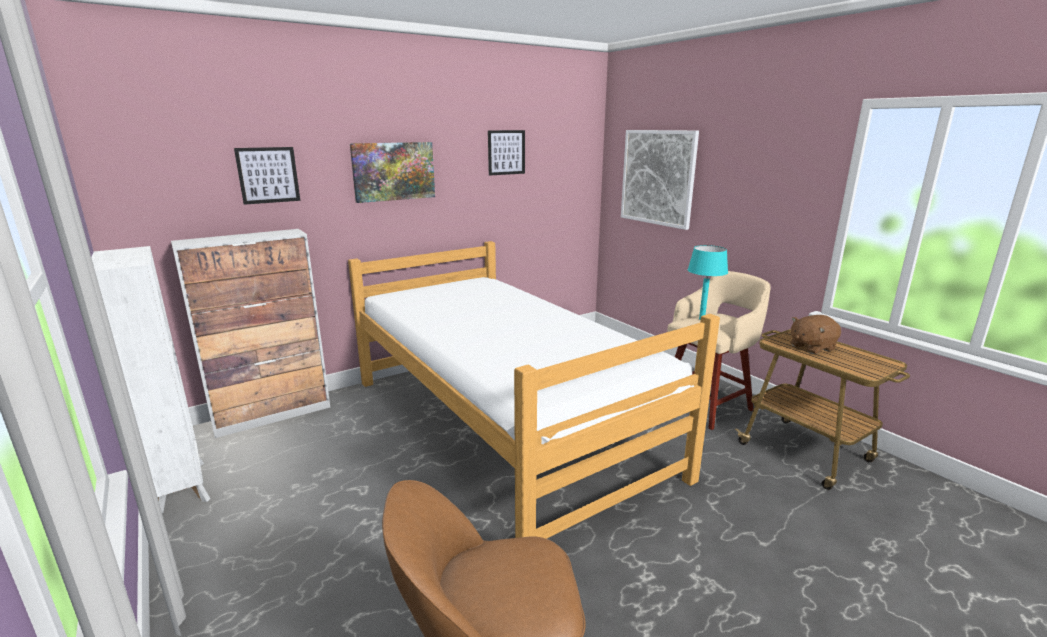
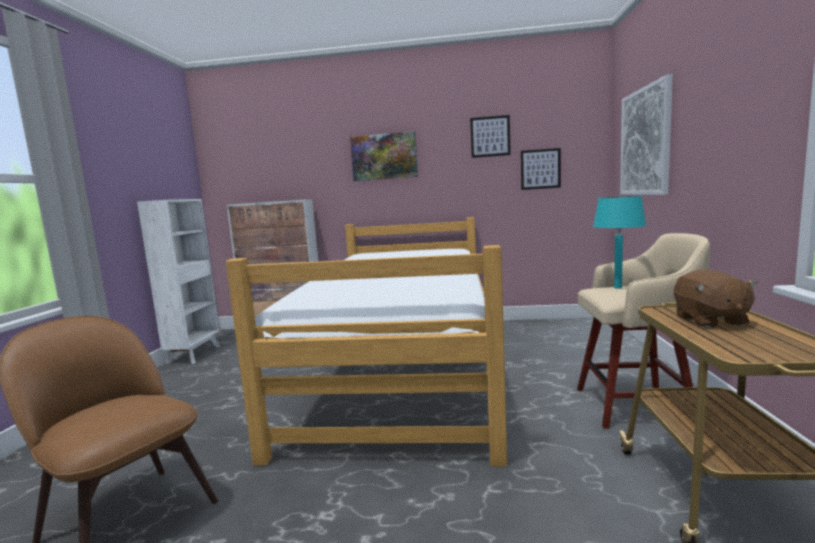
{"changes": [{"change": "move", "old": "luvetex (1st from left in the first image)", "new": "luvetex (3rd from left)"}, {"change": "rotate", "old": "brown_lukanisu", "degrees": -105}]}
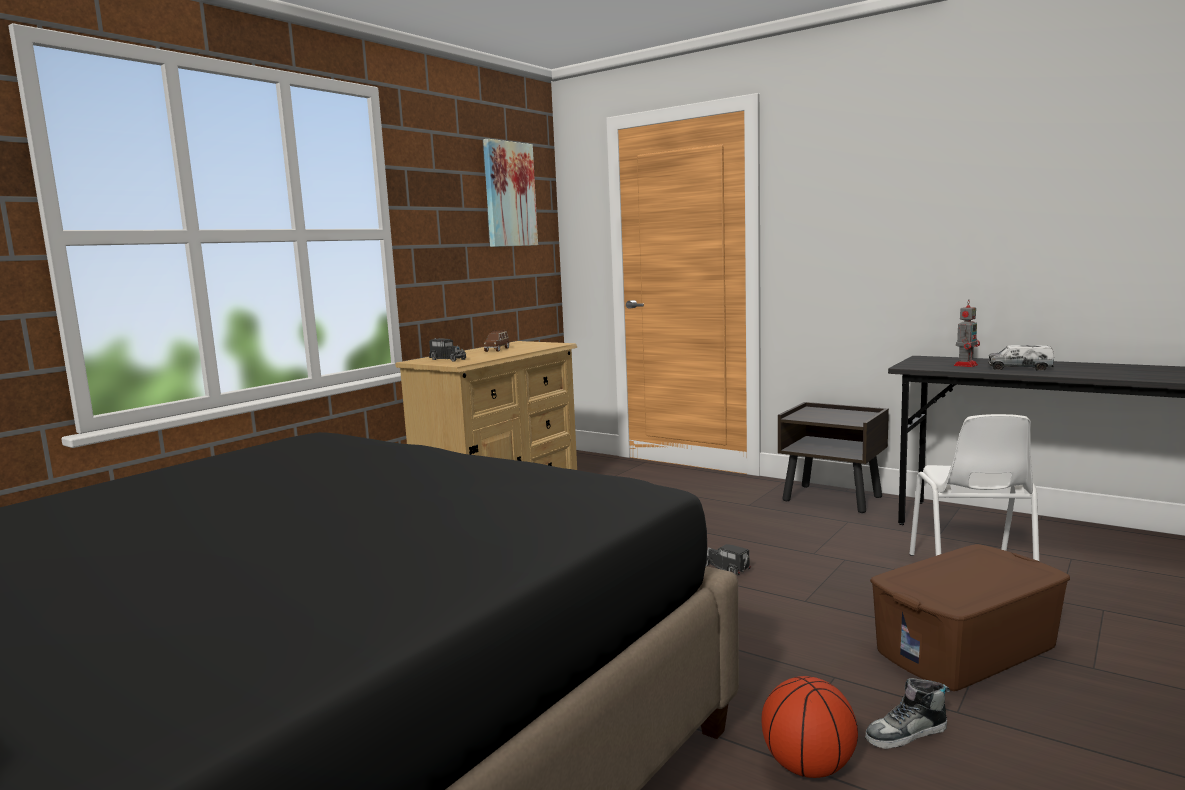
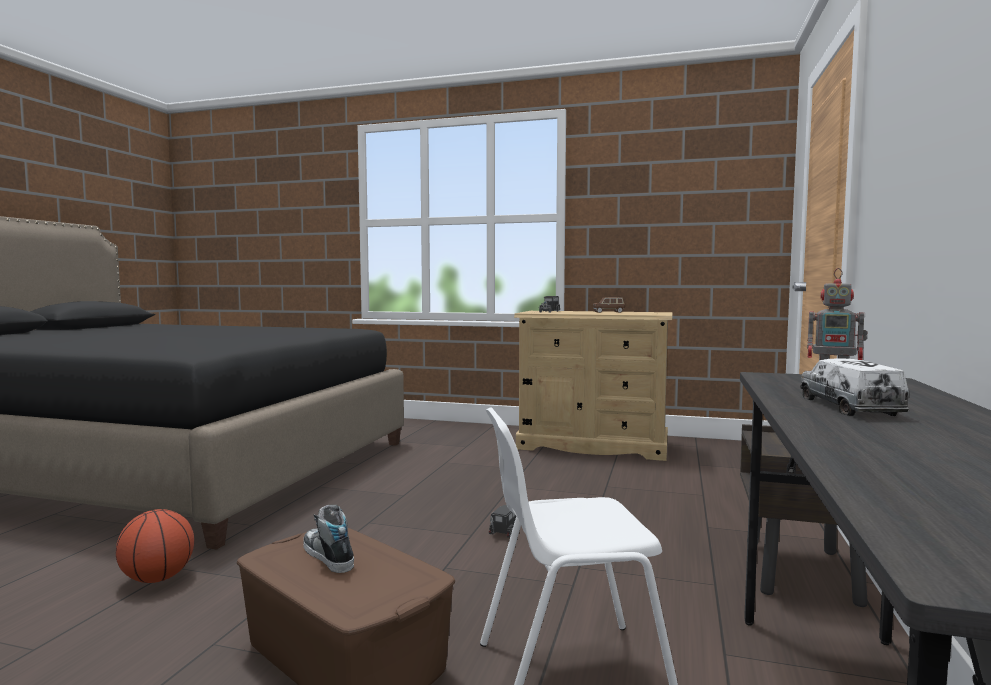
{"changes": [{"change": "delete", "old": "luvetex"}, {"change": "move", "old": "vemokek"}]}
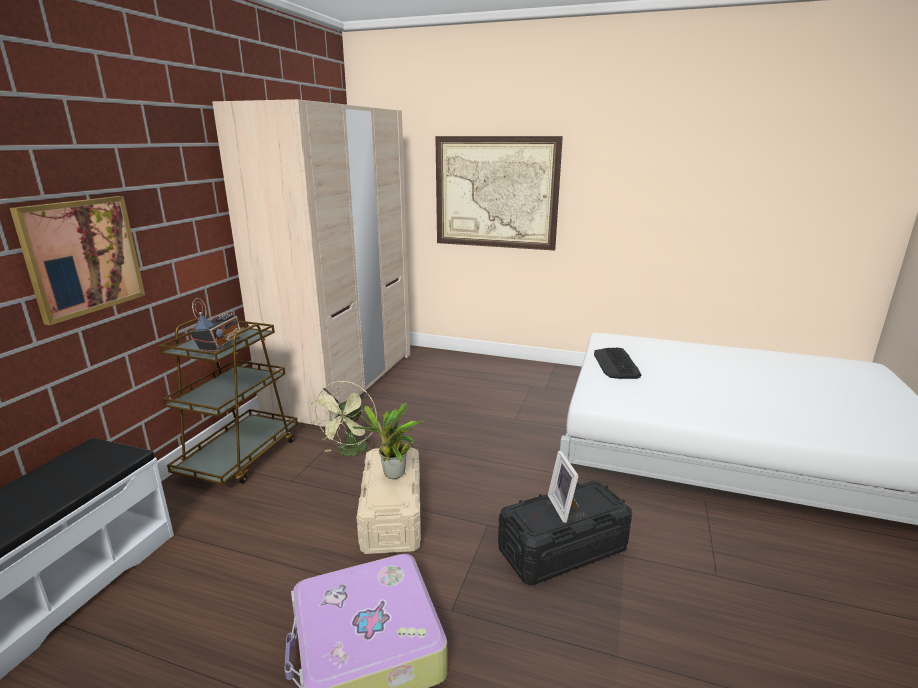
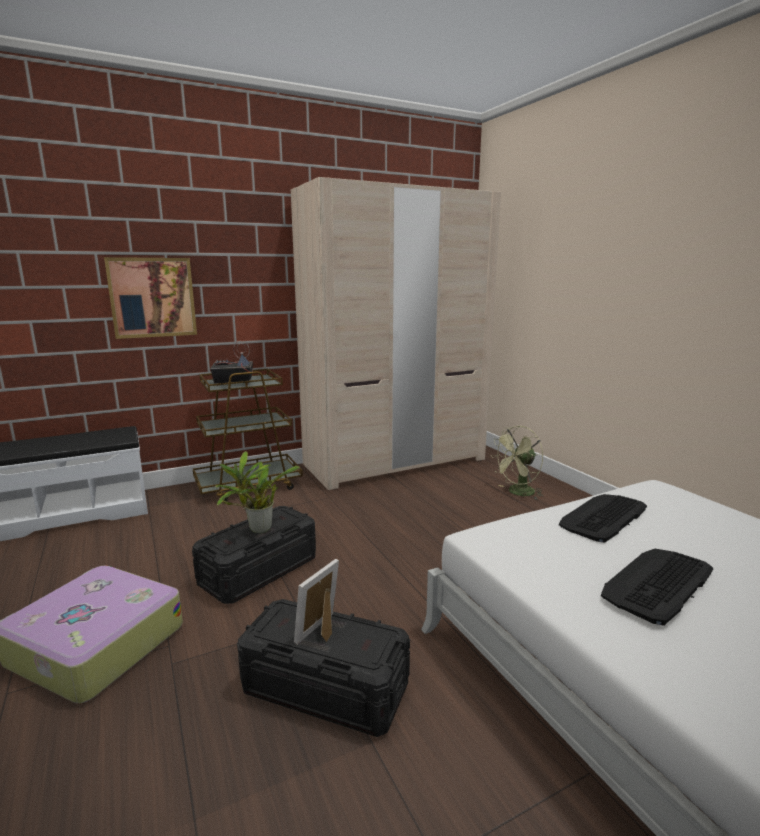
{"changes": [{"change": "rotate", "old": "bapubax", "degrees": -150}, {"change": "move", "old": "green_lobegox"}, {"change": "recolor", "old": "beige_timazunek", "new": "black_timazunek (1st from left)"}, {"change": "delete", "old": "luvetex (2nd from left)"}, {"change": "insert", "new": "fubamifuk (2nd from left)"}]}
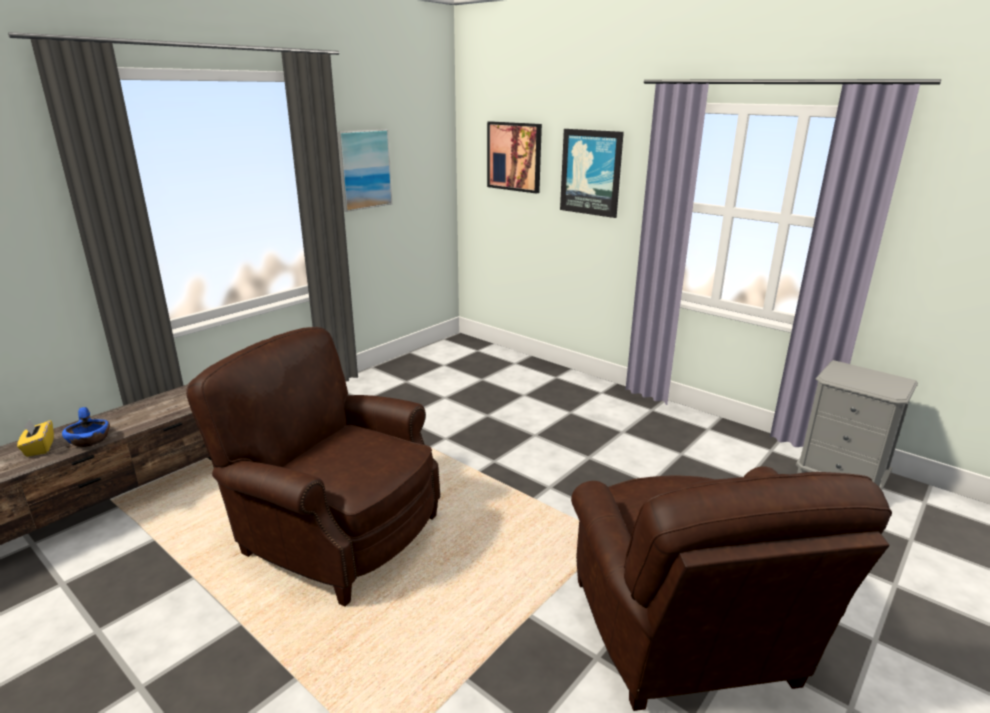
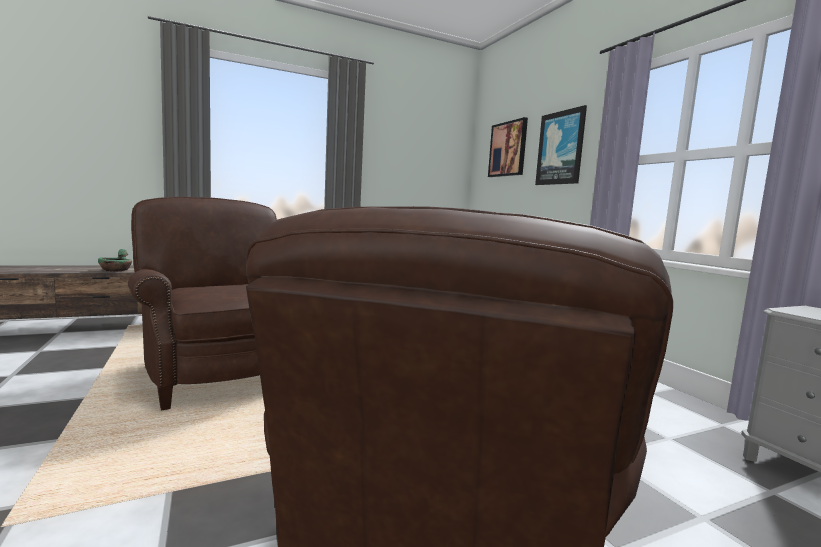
{"changes": [{"change": "delete", "old": "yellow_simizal"}, {"change": "recolor", "old": "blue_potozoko", "new": "green_potozoko"}, {"change": "delete", "old": "luvetex (1st from left)"}]}
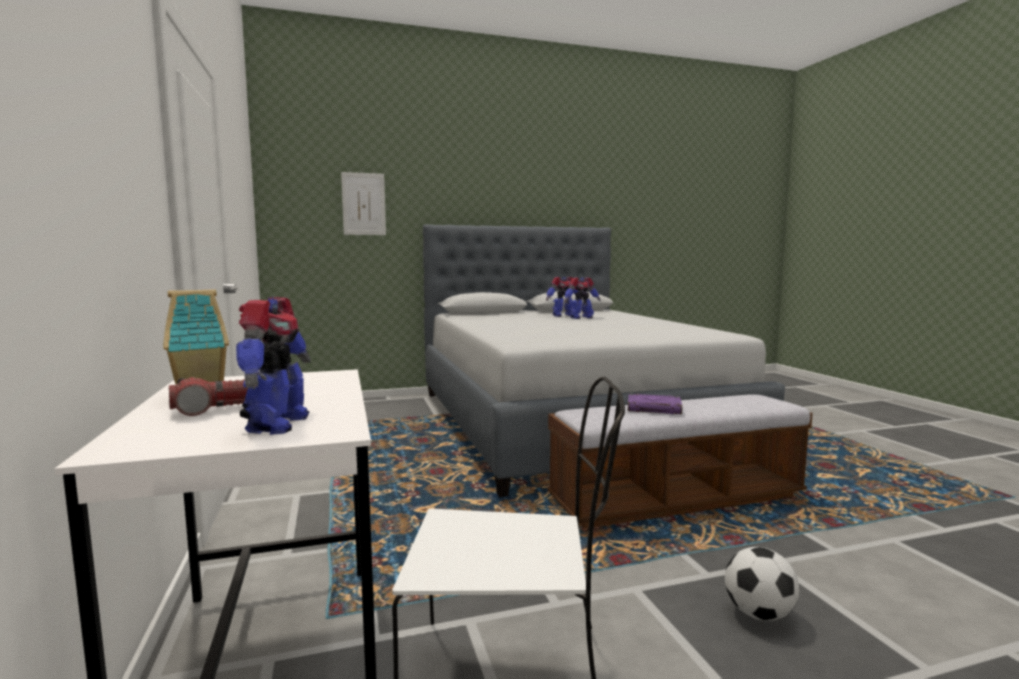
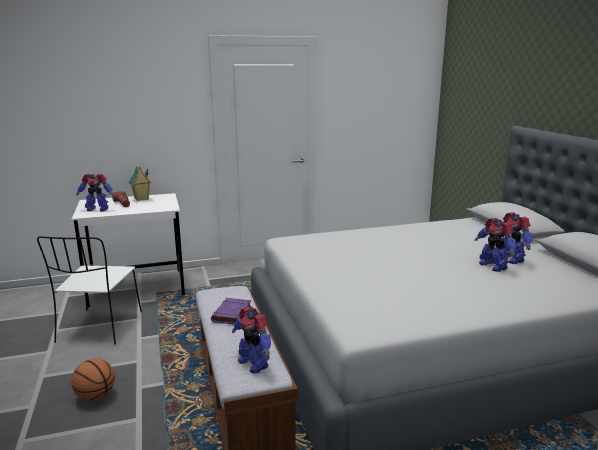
{"changes": [{"change": "delete", "old": "luvetex"}, {"change": "replace", "old": "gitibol", "new": "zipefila"}, {"change": "insert", "new": "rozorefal (2nd from left)"}]}
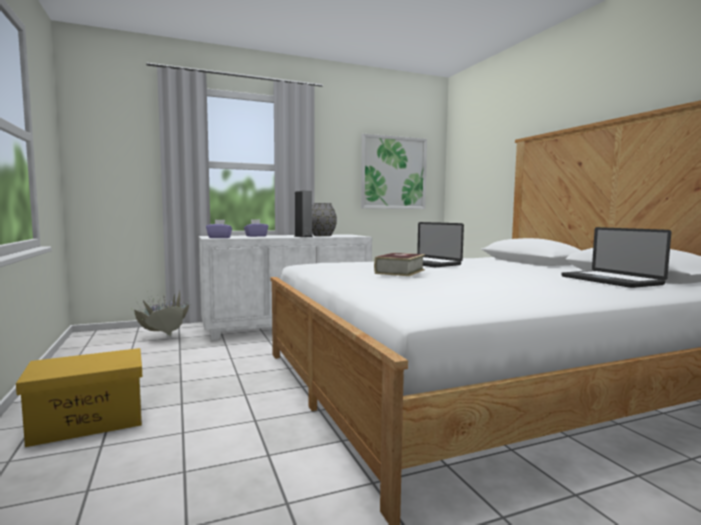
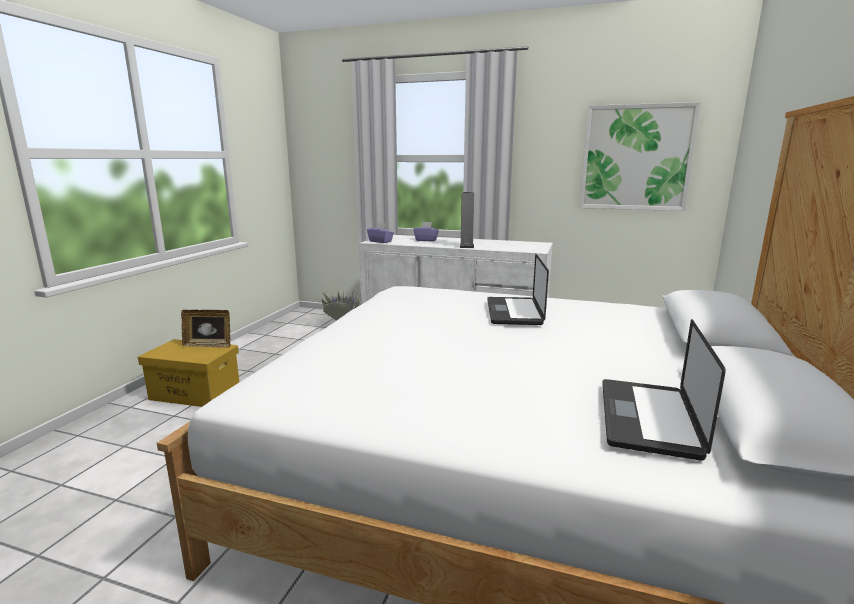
{"changes": [{"change": "delete", "old": "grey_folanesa"}, {"change": "delete", "old": "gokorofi"}, {"change": "insert", "new": "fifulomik"}]}
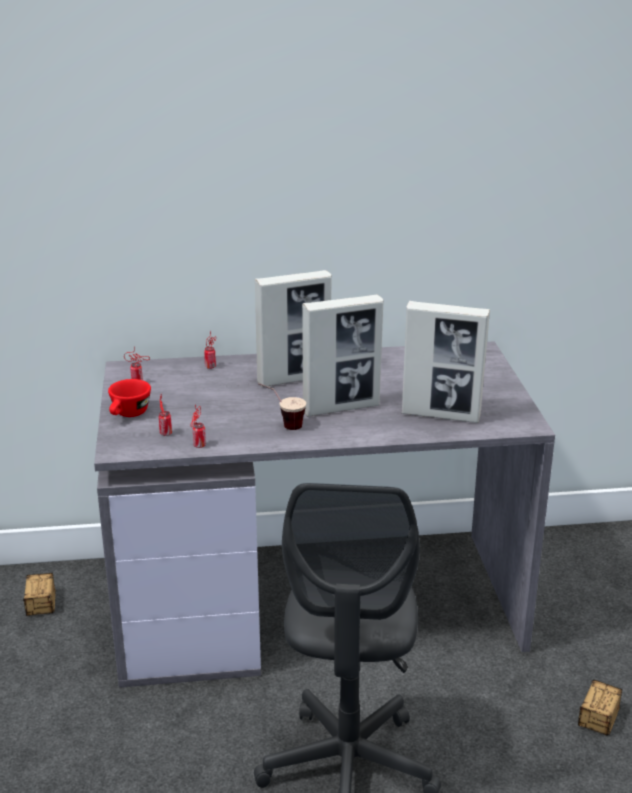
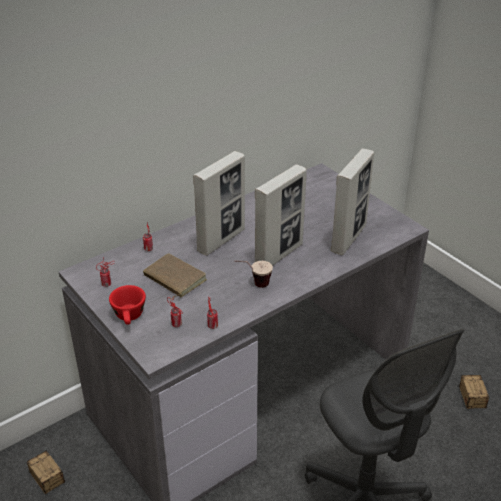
{"changes": [{"change": "rotate", "old": "fifulomik (3rd from left)", "degrees": -45}, {"change": "insert", "new": "brown_gokorofi"}]}
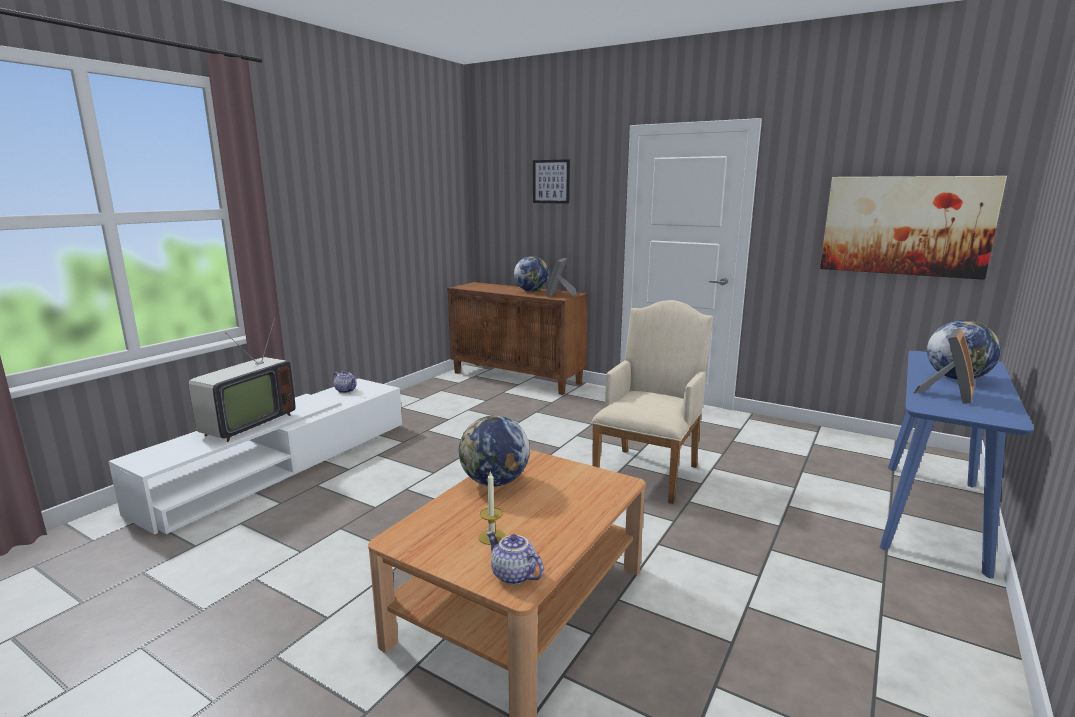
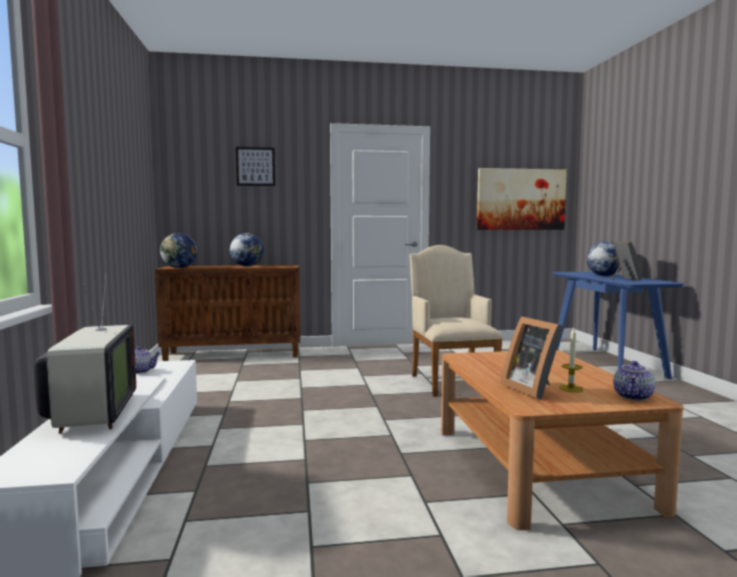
{"changes": [{"change": "move", "old": "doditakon (1st from left)"}, {"change": "rotate", "old": "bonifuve (2nd from left)", "degrees": -60}, {"change": "move", "old": "fifulomik (1st from left)"}]}
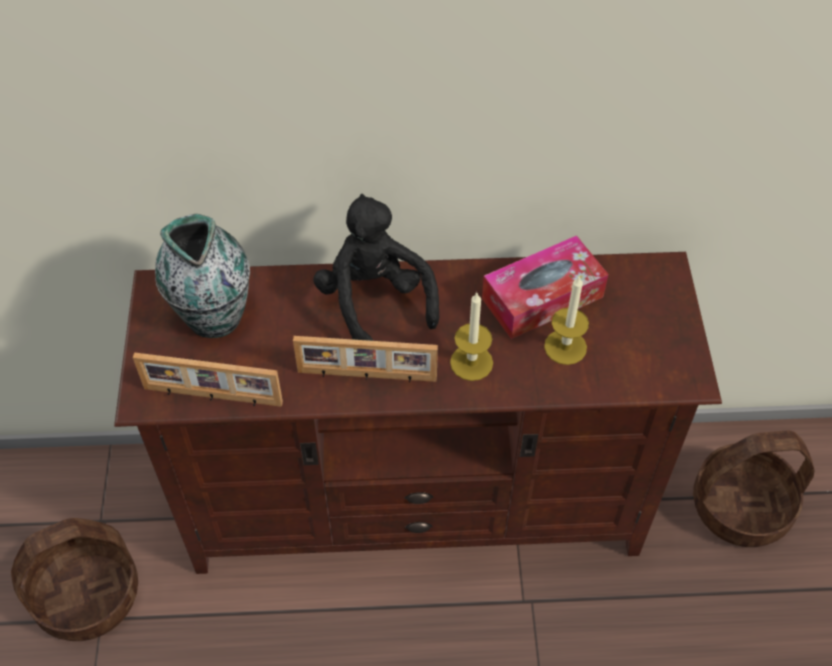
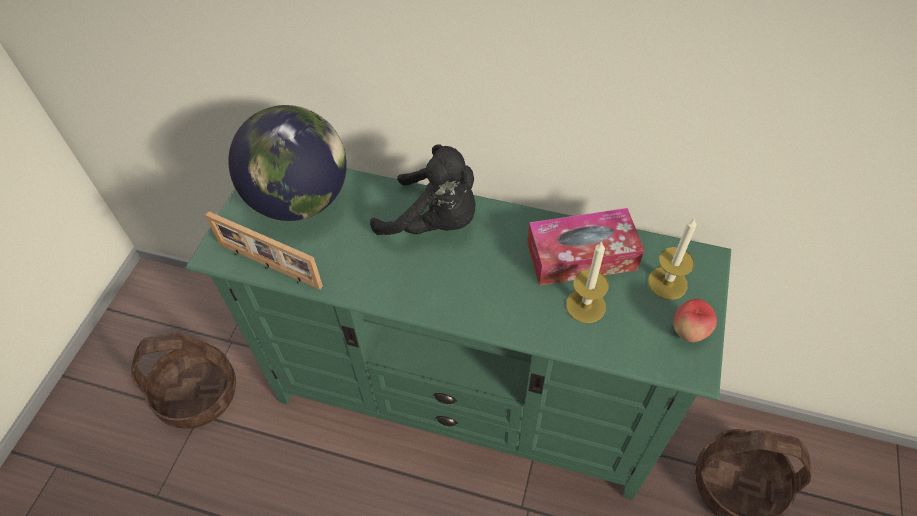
{"changes": [{"change": "recolor", "old": "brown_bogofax", "new": "green_bogofax"}, {"change": "replace", "old": "folanesa", "new": "doditakon"}, {"change": "delete", "old": "fifulomik (2nd from left)"}, {"change": "rotate", "old": "black_lukanisu", "degrees": 120}, {"change": "move", "old": "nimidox (1st from left in the first image)", "new": "nimidox (2nd from left)"}, {"change": "insert", "new": "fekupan"}]}
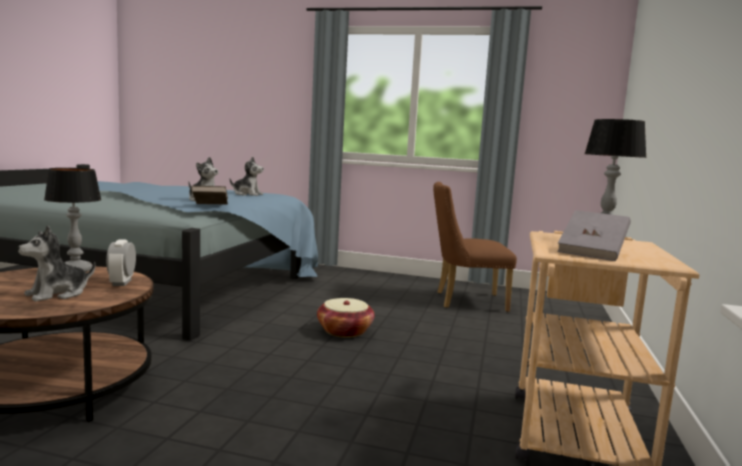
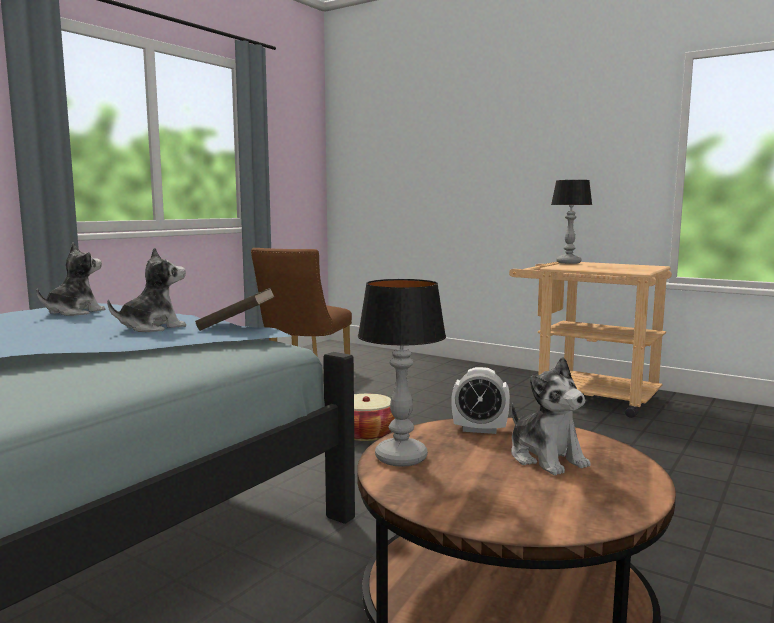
{"changes": [{"change": "delete", "old": "grey_gokorofi"}]}
